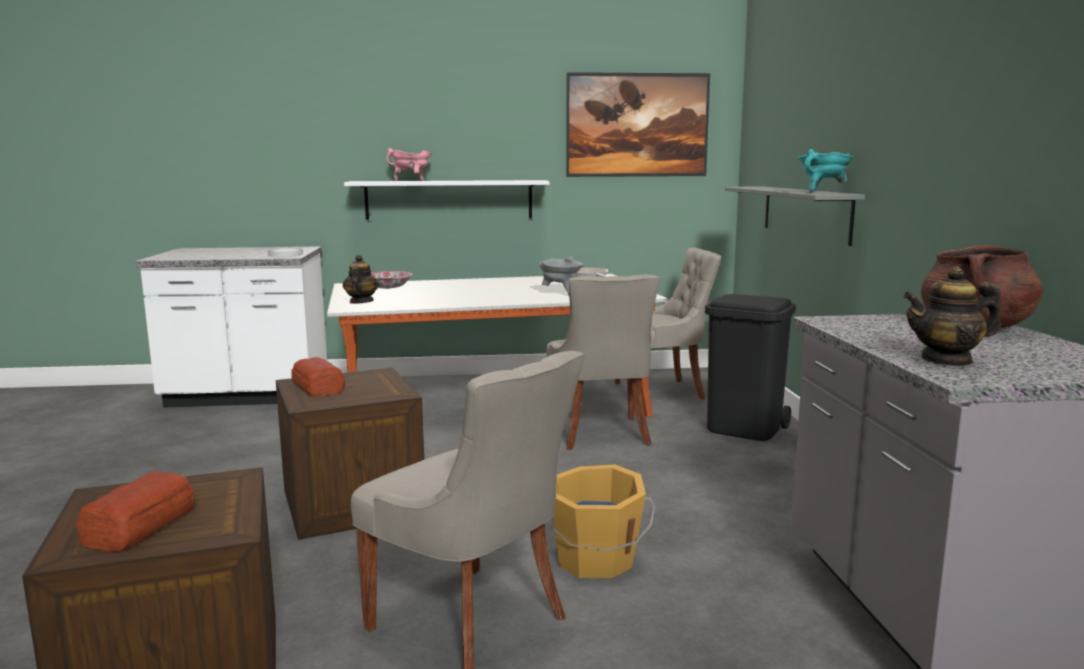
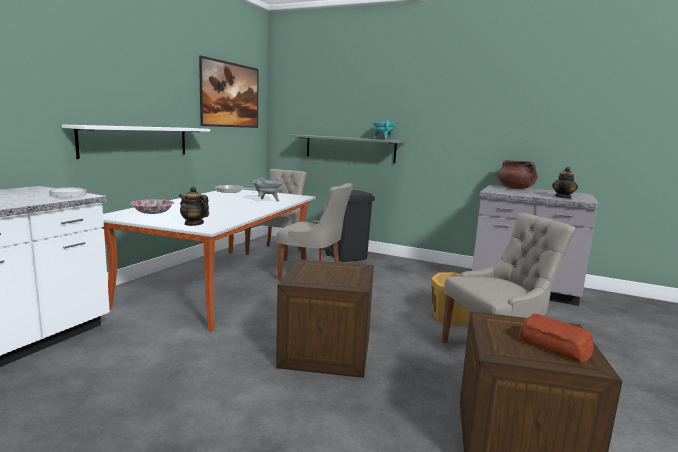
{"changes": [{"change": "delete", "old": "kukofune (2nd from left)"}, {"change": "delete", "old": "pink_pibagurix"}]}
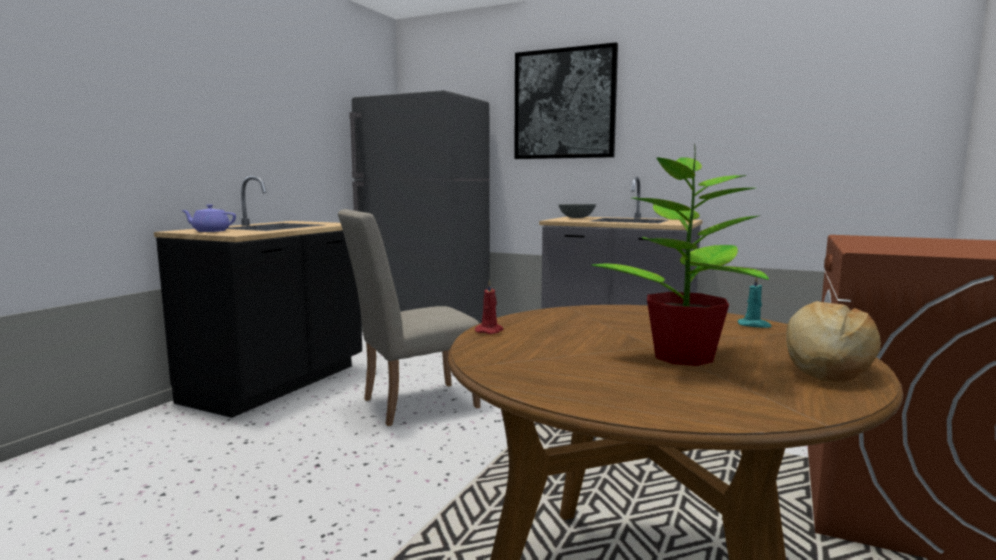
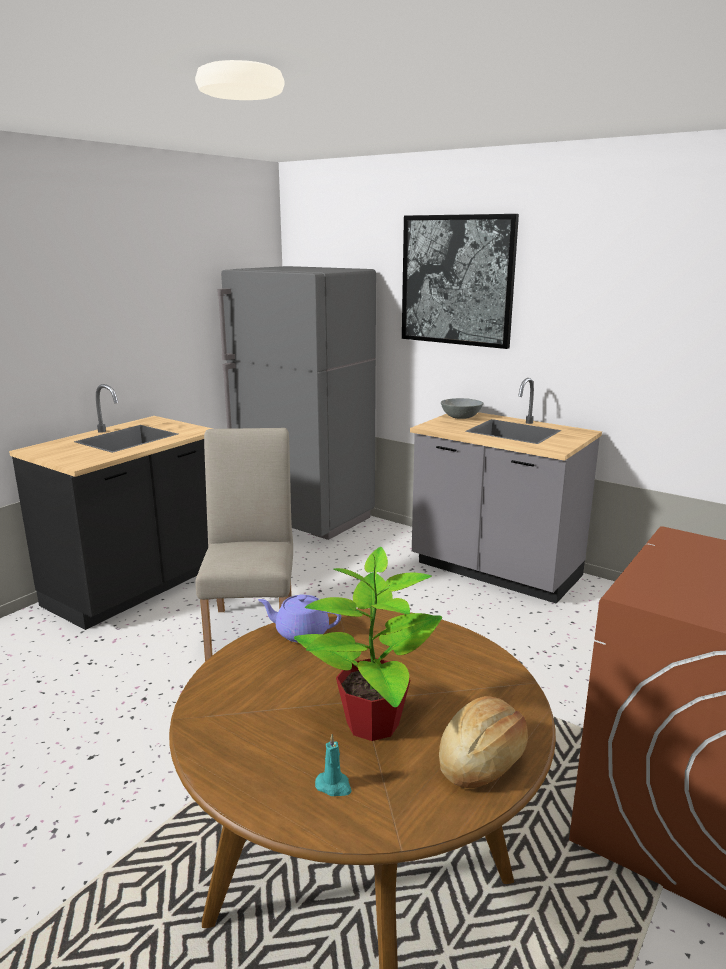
{"changes": [{"change": "move", "old": "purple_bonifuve"}, {"change": "rotate", "old": "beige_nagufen", "degrees": 105}, {"change": "delete", "old": "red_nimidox"}, {"change": "move", "old": "turquoise_nimidox"}]}
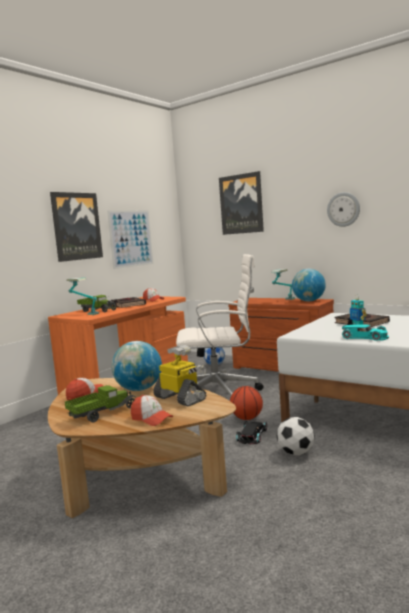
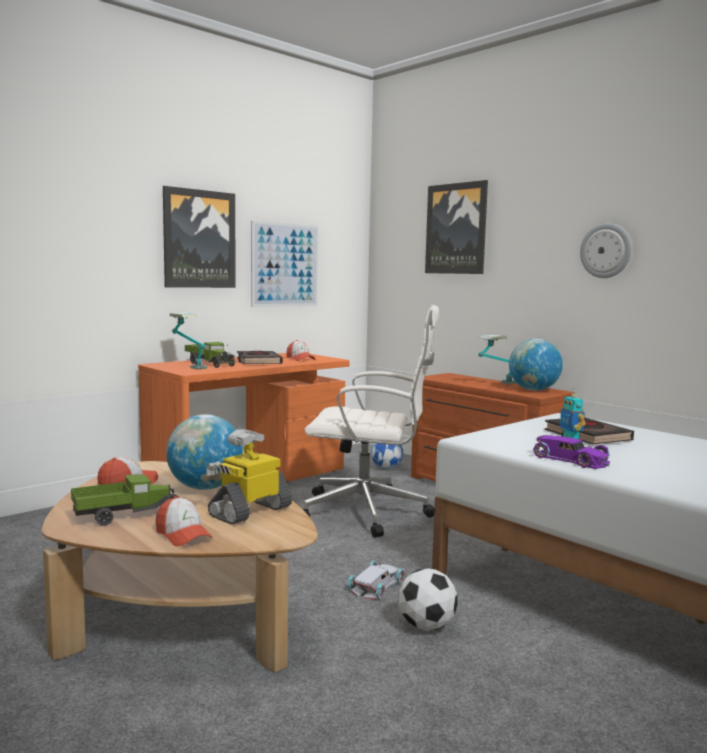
{"changes": [{"change": "rotate", "old": "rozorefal (1st from left)", "degrees": -105}, {"change": "delete", "old": "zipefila"}, {"change": "recolor", "old": "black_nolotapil", "new": "white_nolotapil"}, {"change": "recolor", "old": "turquoise_nolotapil", "new": "purple_nolotapil"}]}
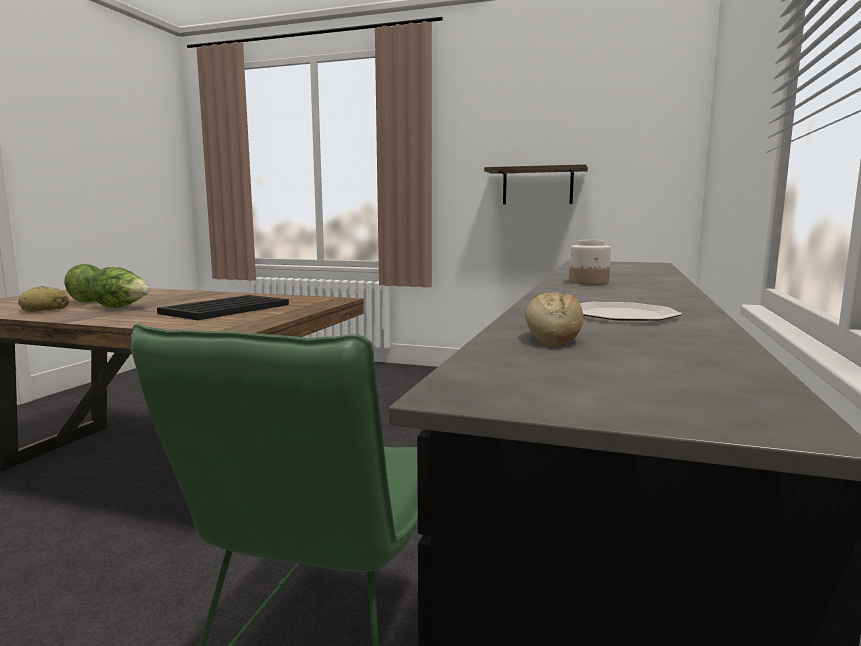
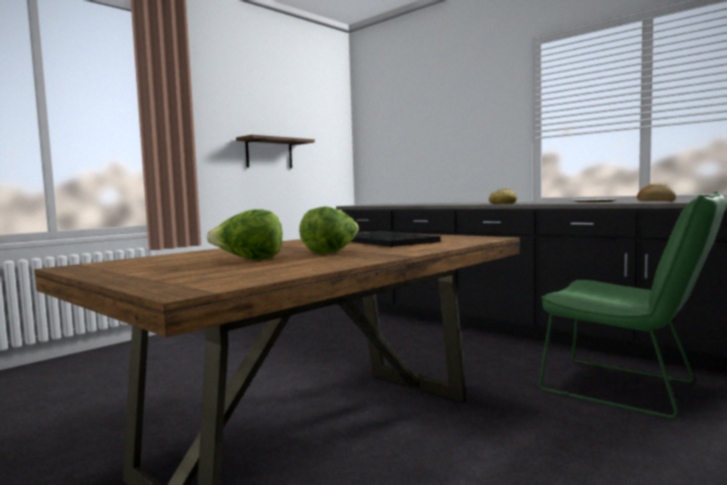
{"changes": [{"change": "move", "old": "kukofune (1st from left)"}, {"change": "delete", "old": "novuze"}]}
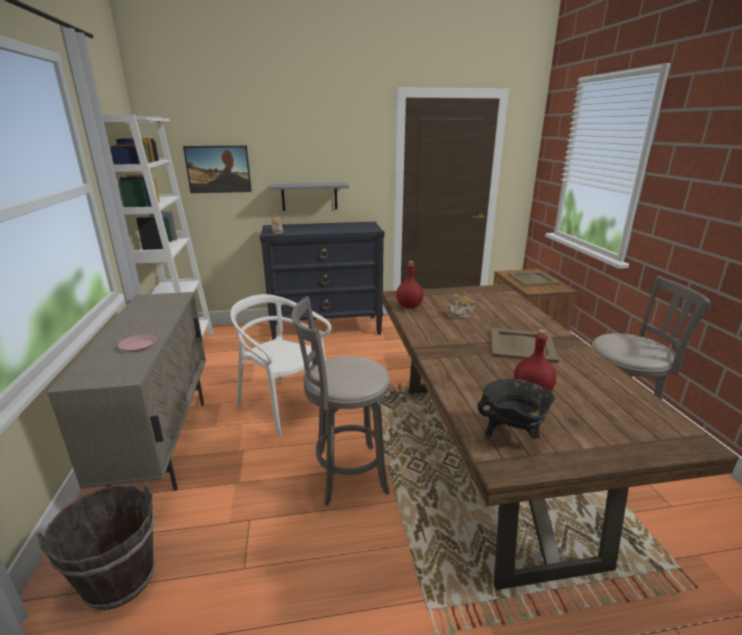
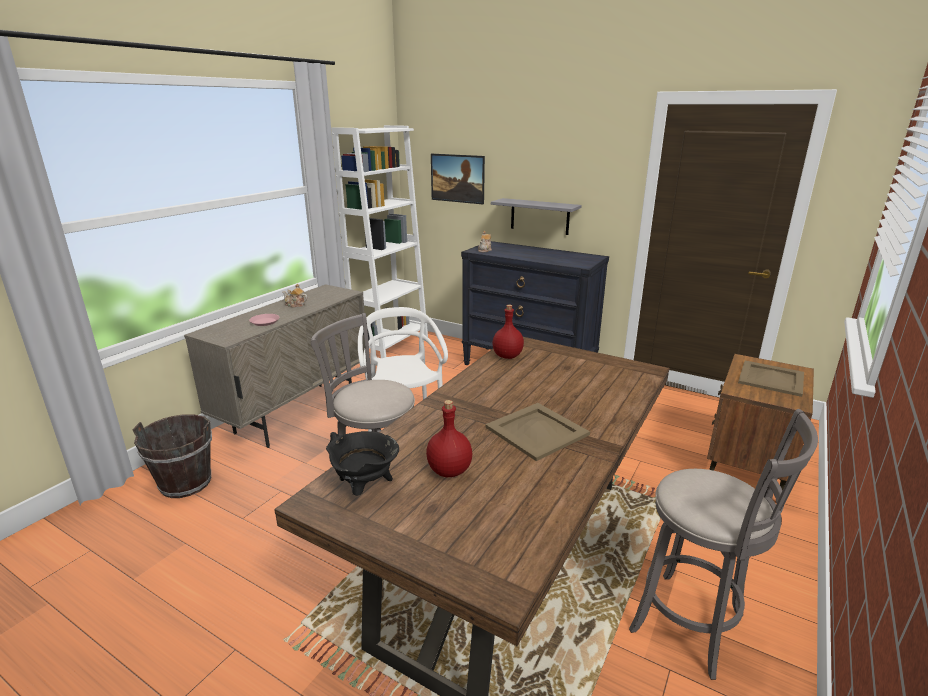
{"changes": [{"change": "move", "old": "bonifuve (2nd from left in the first image)", "new": "bonifuve (1st from left)"}]}
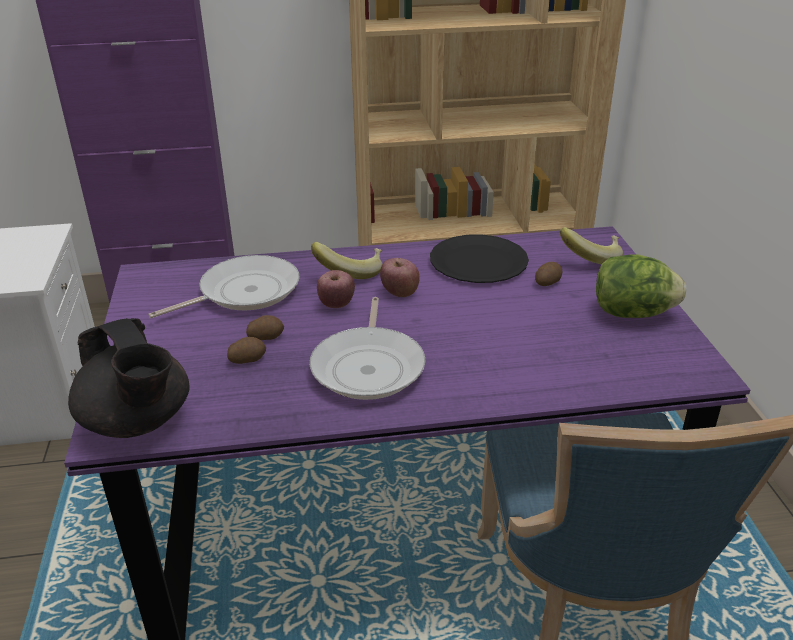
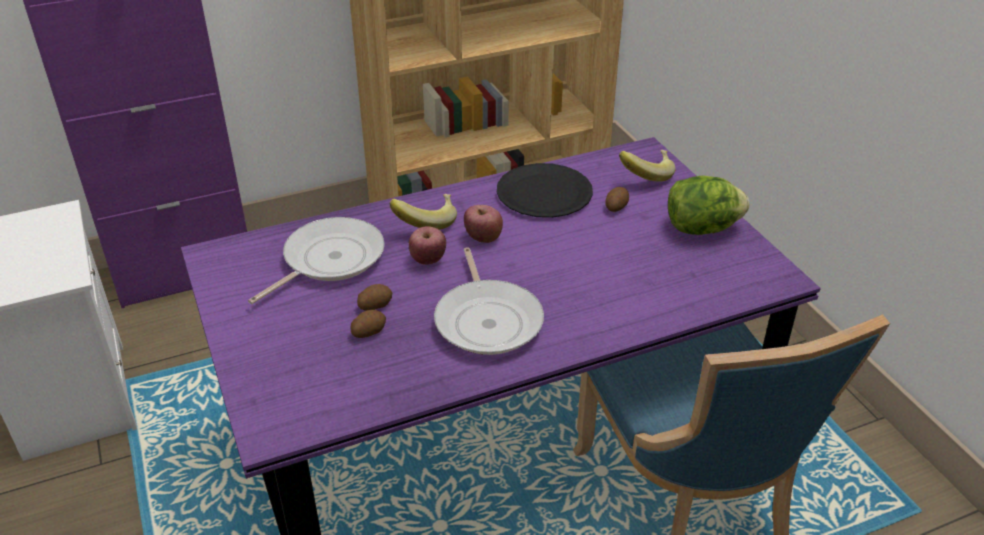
{"changes": [{"change": "delete", "old": "black_bonifuve"}]}
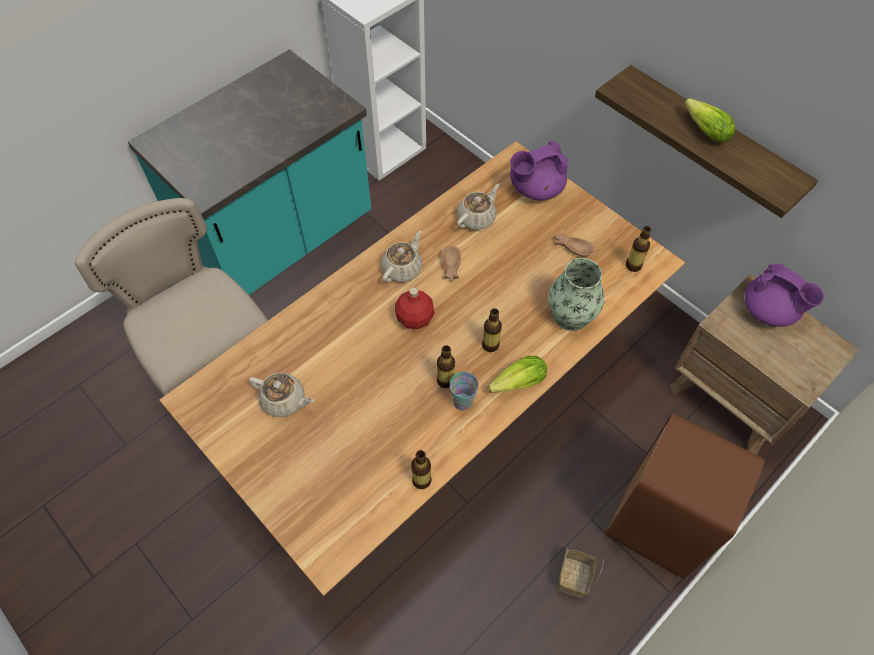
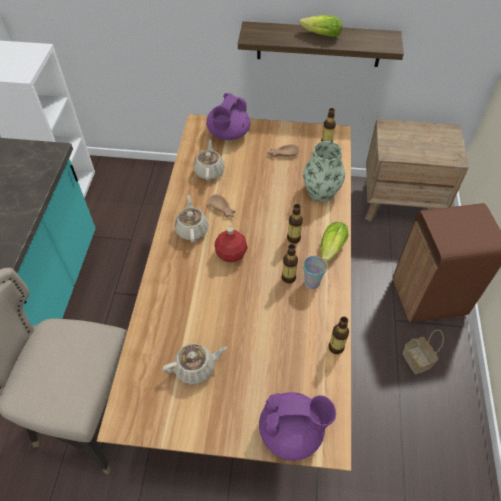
{"changes": [{"change": "move", "old": "purple_bonifuve (2nd from left)"}]}
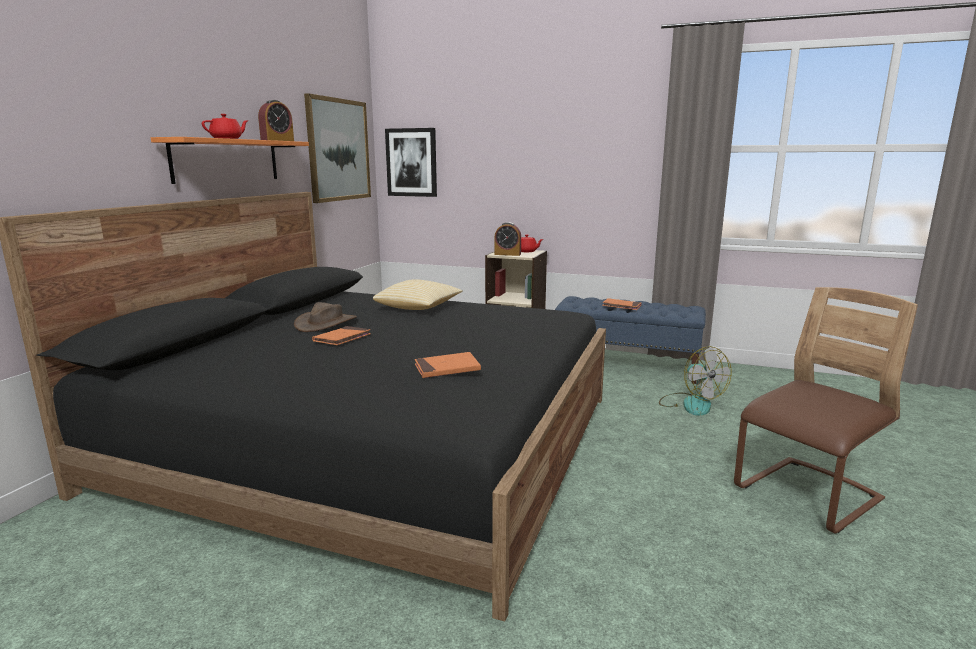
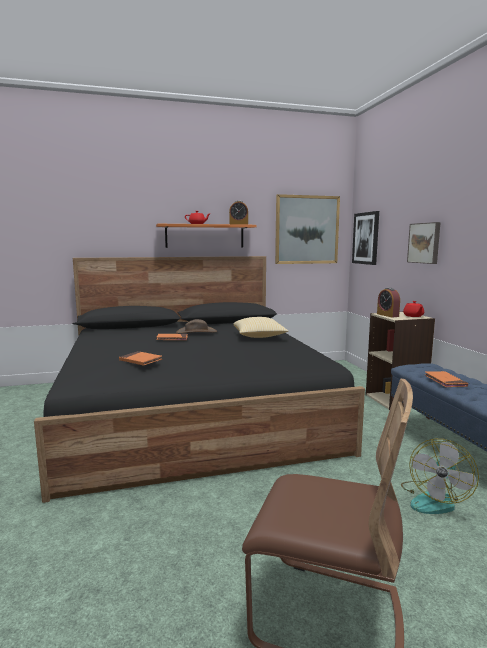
{"changes": [{"change": "insert", "new": "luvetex (3rd from left)"}]}
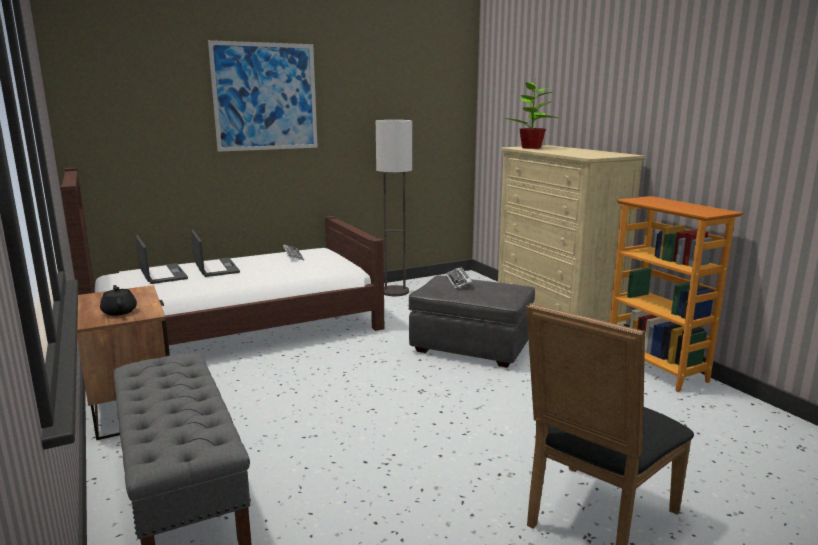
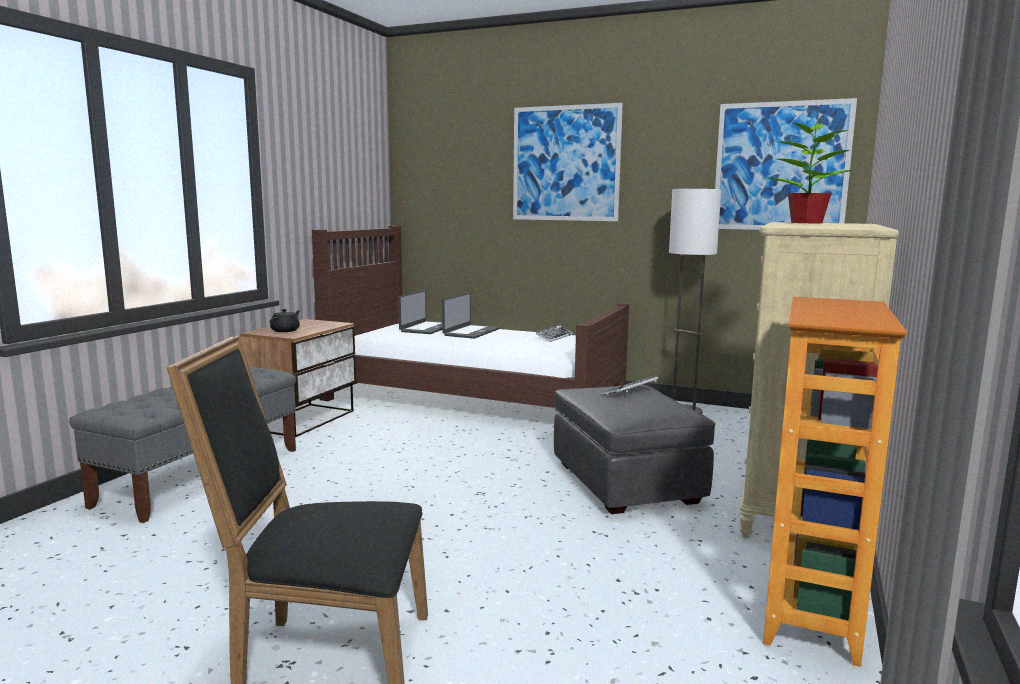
{"changes": [{"change": "insert", "new": "luvetex (2nd from left)"}]}
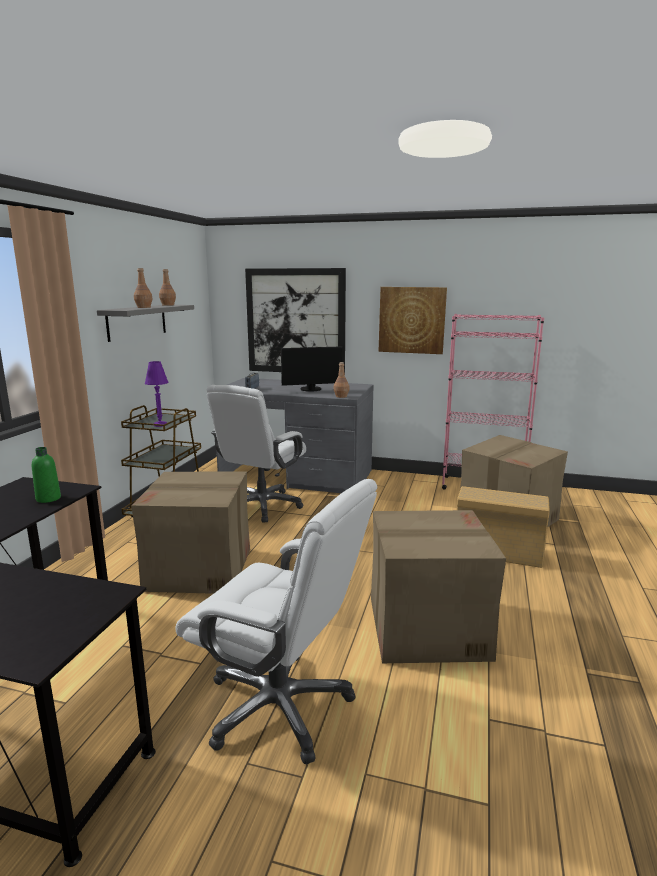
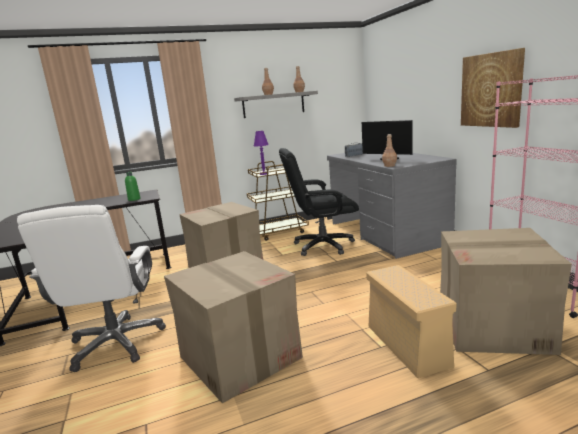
{"changes": [{"change": "recolor", "old": "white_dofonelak (1st from left)", "new": "black_dofonelak"}, {"change": "delete", "old": "luvetex (1st from left)"}]}
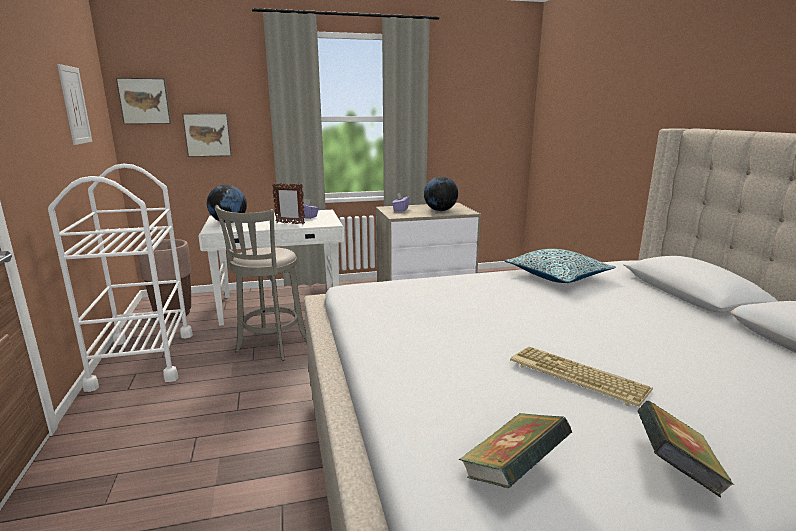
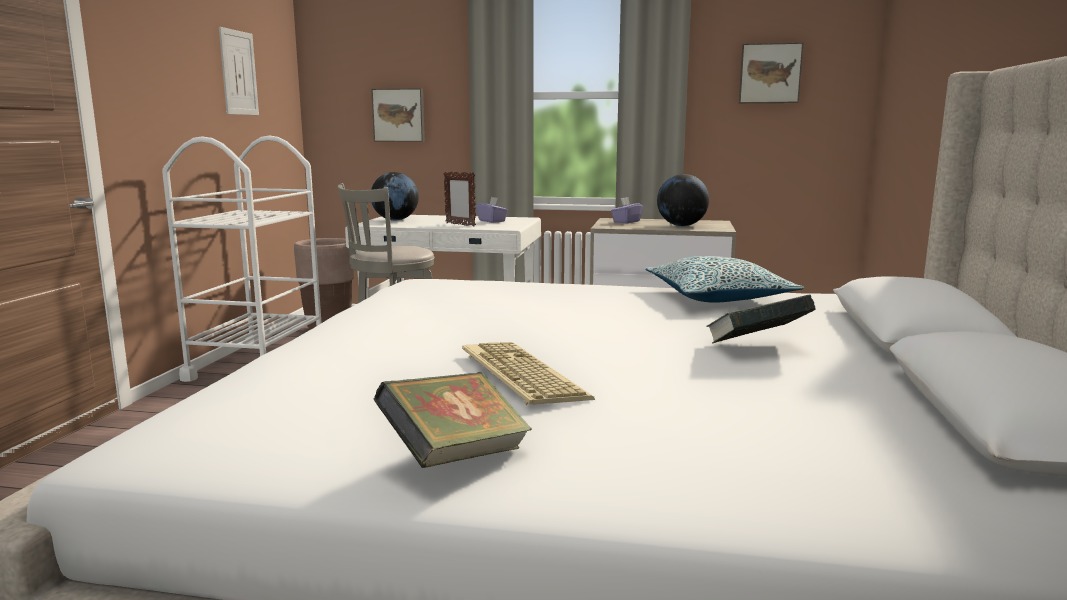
{"changes": [{"change": "move", "old": "luvetex (2nd from left in the first image)", "new": "luvetex (3rd from left)"}, {"change": "move", "old": "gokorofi (1st from left in the first image)", "new": "gokorofi (2nd from left)"}]}
